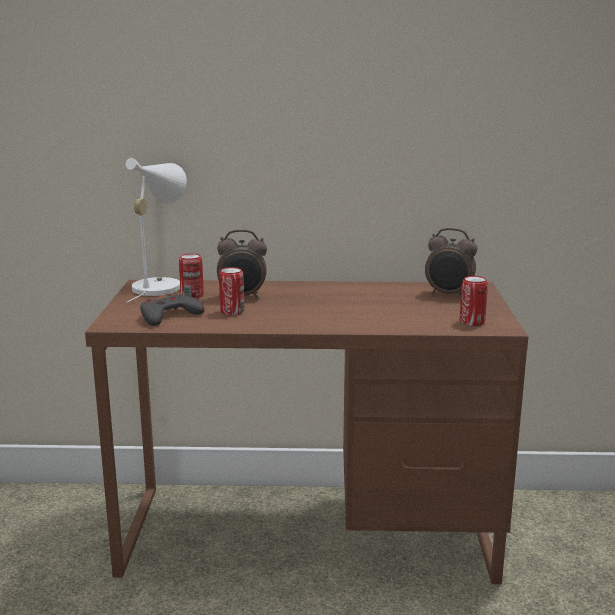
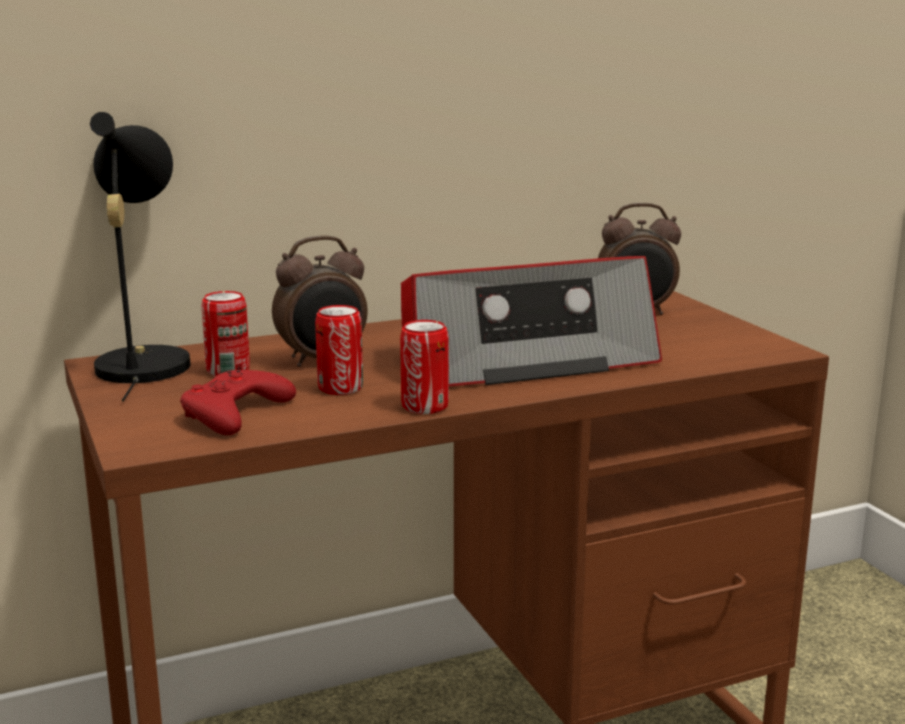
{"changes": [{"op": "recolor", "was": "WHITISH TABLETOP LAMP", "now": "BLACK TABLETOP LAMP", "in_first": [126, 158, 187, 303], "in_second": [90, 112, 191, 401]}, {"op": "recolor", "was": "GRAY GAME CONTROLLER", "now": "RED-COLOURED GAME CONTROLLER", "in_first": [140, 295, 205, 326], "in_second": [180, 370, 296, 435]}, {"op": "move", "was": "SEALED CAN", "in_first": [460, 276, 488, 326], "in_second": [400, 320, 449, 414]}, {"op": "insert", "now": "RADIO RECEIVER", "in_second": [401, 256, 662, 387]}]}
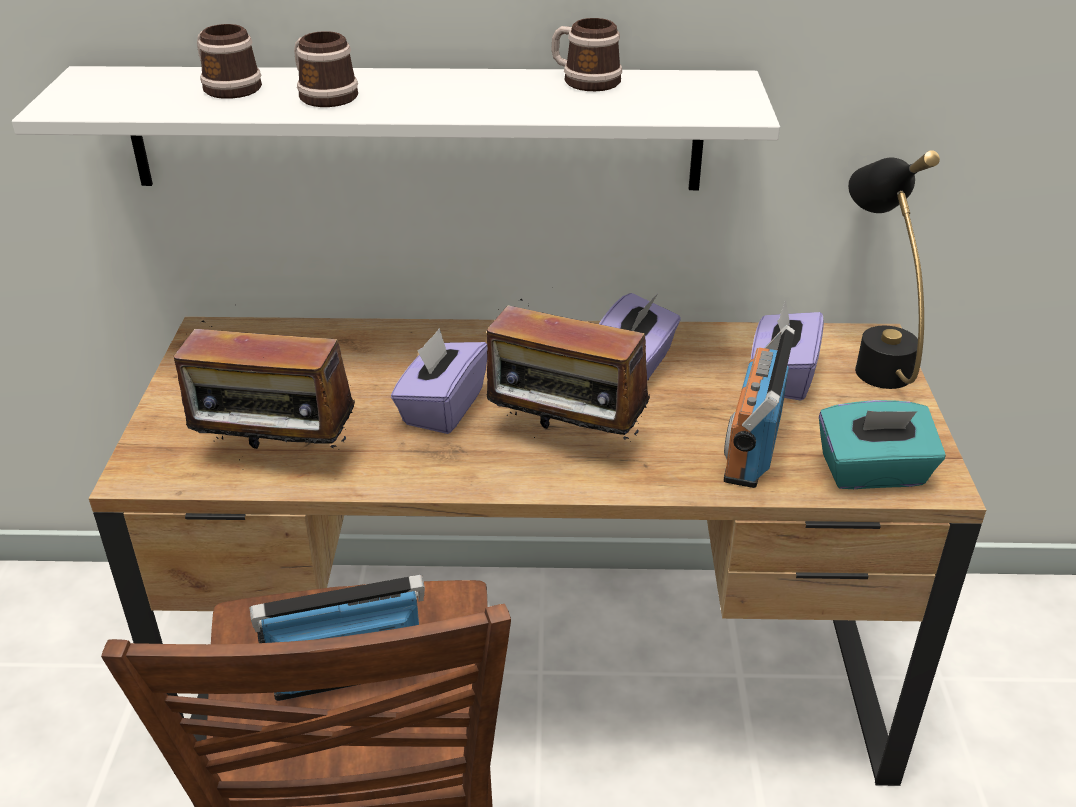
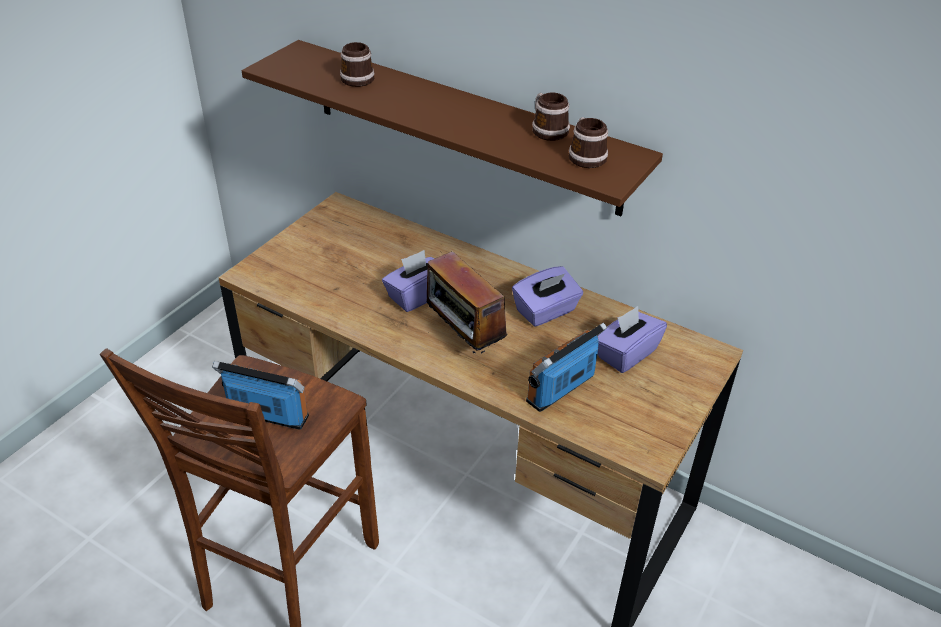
{"changes": [{"op": "recolor", "was": "WHITISH BRACKET SHELF", "now": "BROWN-COLOURED BRACKET SHELF", "in_first": [12, 66, 780, 190], "in_second": [242, 40, 663, 216]}, {"op": "delete", "was": "RADIO RECEIVER", "in_first": [174, 320, 355, 469]}, {"op": "move", "was": "MUG", "in_first": [294, 31, 358, 107], "in_second": [569, 117, 608, 168]}, {"op": "delete", "was": "TURQUOISE-COLOURED TISSUE HOLDER", "in_first": [819, 400, 946, 489]}, {"op": "delete", "was": "BLACK TABLETOP LAMP", "in_first": [848, 150, 940, 389]}]}
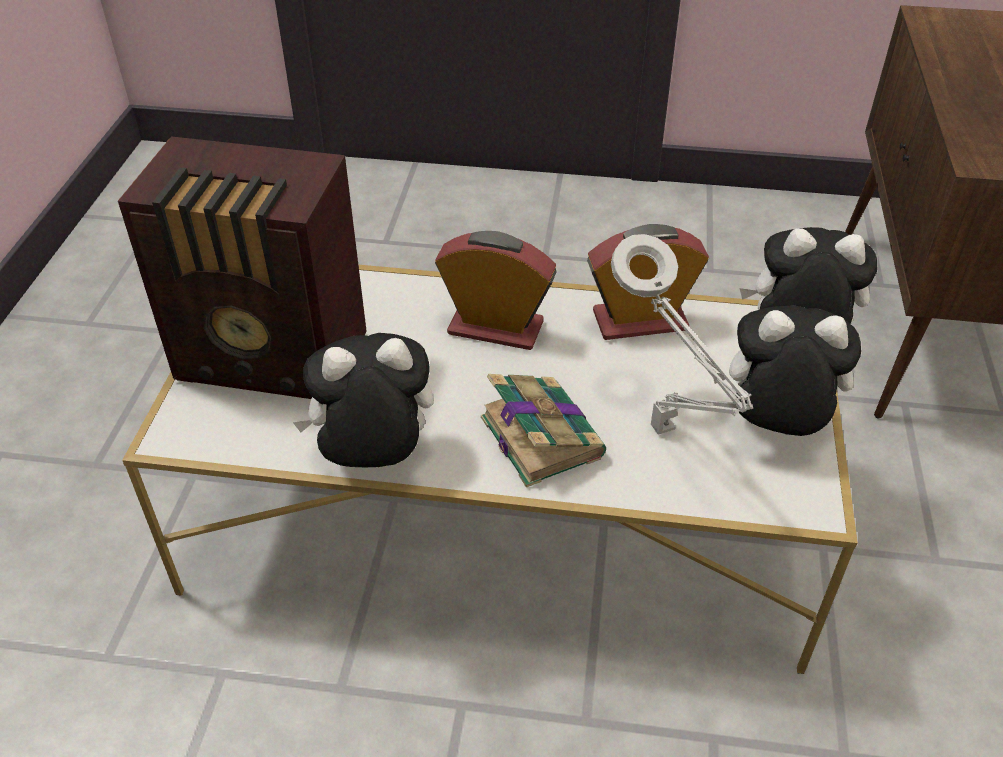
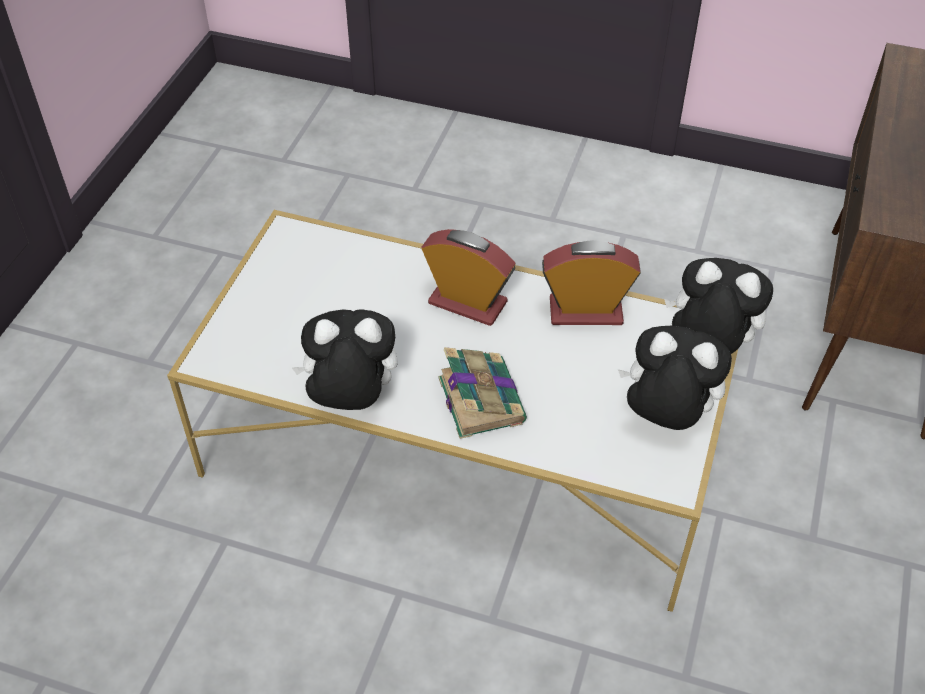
{"changes": [{"op": "delete", "was": "RADIO RECEIVER", "in_first": [118, 136, 366, 399]}, {"op": "delete", "was": "GRAY TABLETOP LAMP", "in_first": [611, 234, 753, 435]}]}
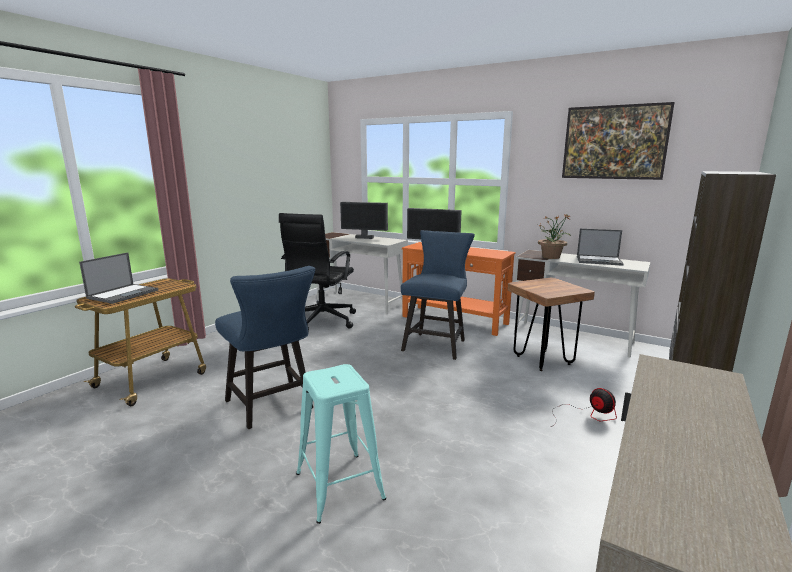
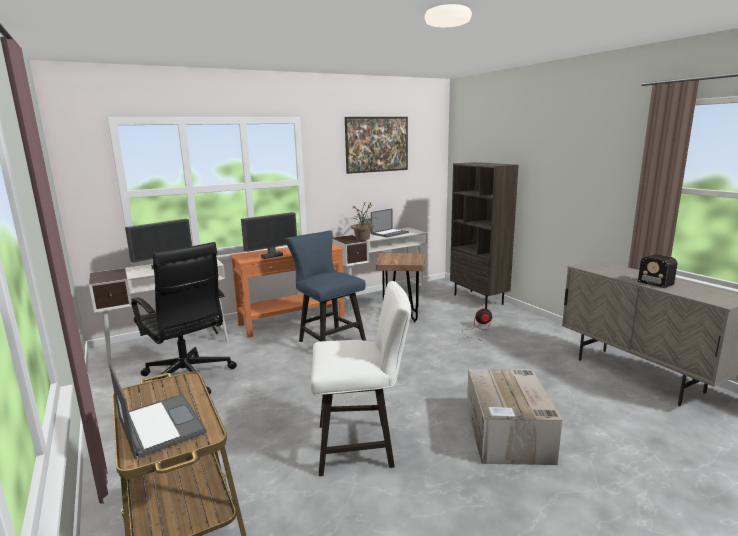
{"changes": [{"op": "recolor", "was": "BLUE-COLOURED PLAIN CHAIR", "now": "WHITISH PLAIN CHAIR", "in_first": [215, 266, 315, 429], "in_second": [310, 281, 411, 476]}, {"op": "replace", "was": "TURQUOISE-COLOURED STOOL SEAT", "now": "PACKING BOX", "in_first": [296, 364, 386, 524], "in_second": [467, 369, 562, 465]}, {"op": "insert", "now": "RADIO RECEIVER", "in_second": [626, 254, 677, 288]}]}
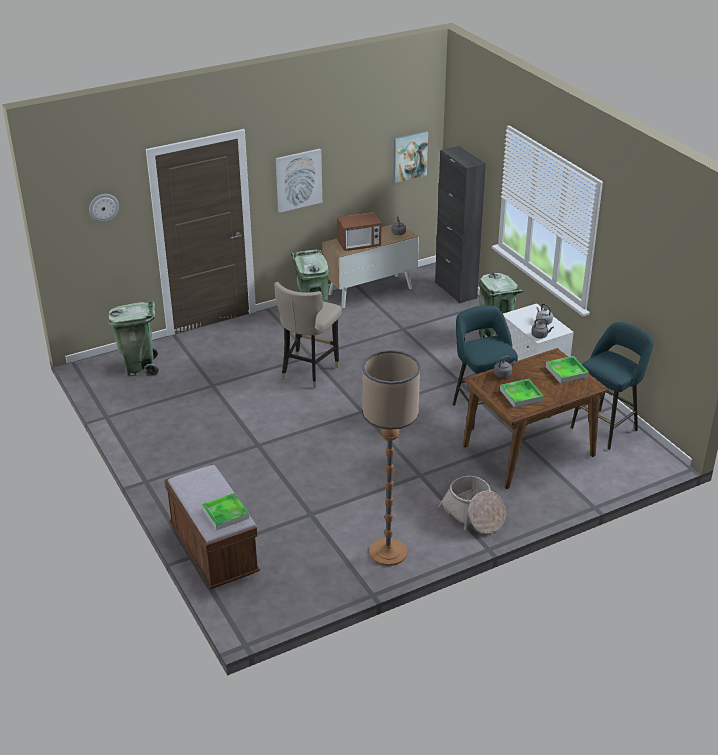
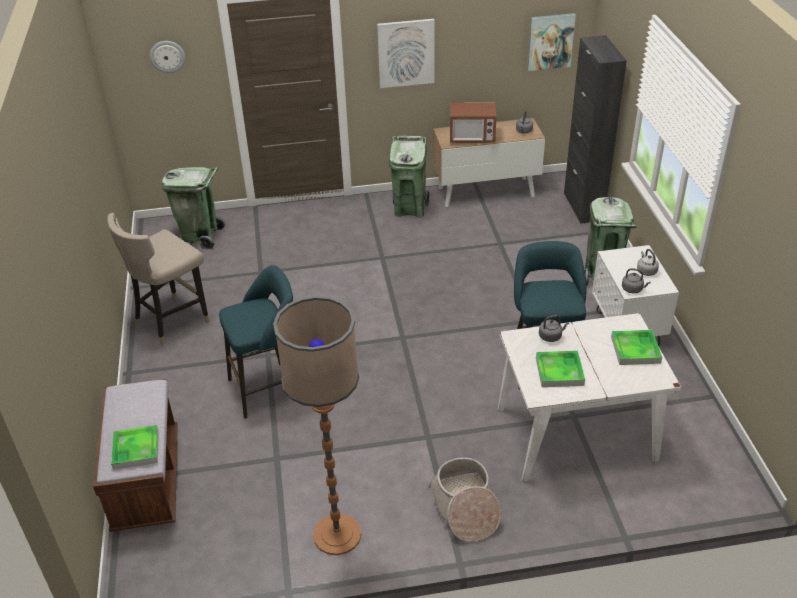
{"changes": [{"op": "move", "was": "BEIGE STOOL SEAT", "in_first": [274, 282, 342, 389], "in_second": [107, 213, 209, 346]}, {"op": "recolor", "was": "BROWN-COLOURED KITCHEN TABLE", "now": "WHITISH KITCHEN TABLE", "in_first": [463, 348, 609, 489], "in_second": [497, 313, 682, 482]}, {"op": "move", "was": "TURQUOISE-COLOURED STOOL SEAT", "in_first": [571, 322, 653, 450], "in_second": [219, 265, 293, 419]}]}
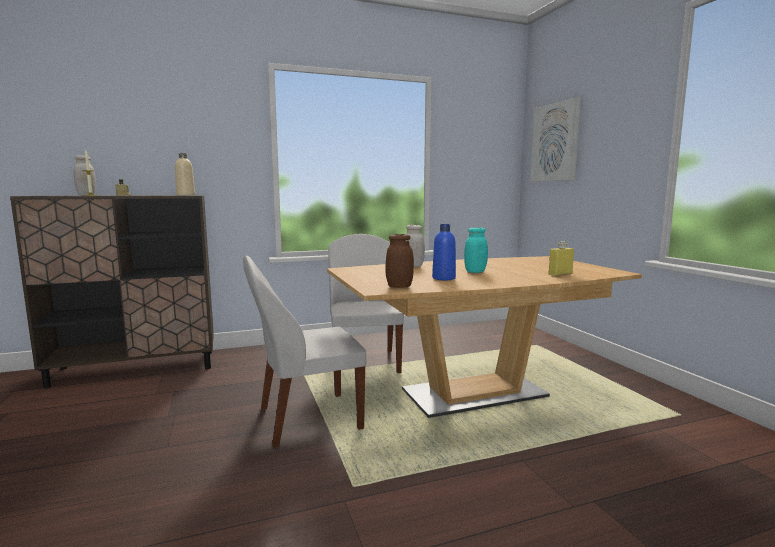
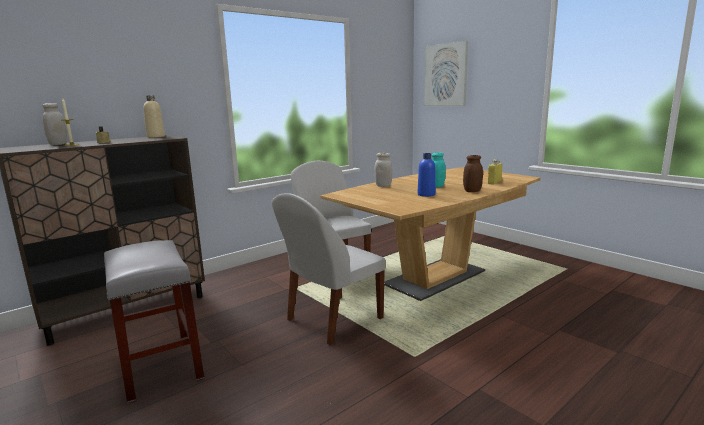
{"changes": [{"op": "move", "was": "BROWN-COLOURED JAR", "in_first": [385, 234, 414, 288], "in_second": [463, 155, 483, 192]}, {"op": "insert", "now": "GRAY STOOL SEAT", "in_second": [104, 240, 204, 403]}]}
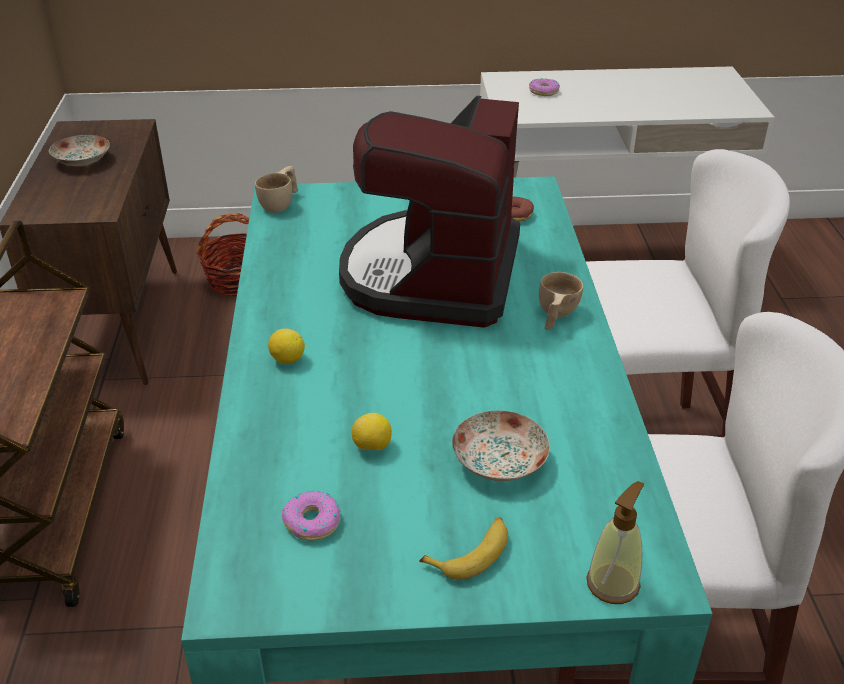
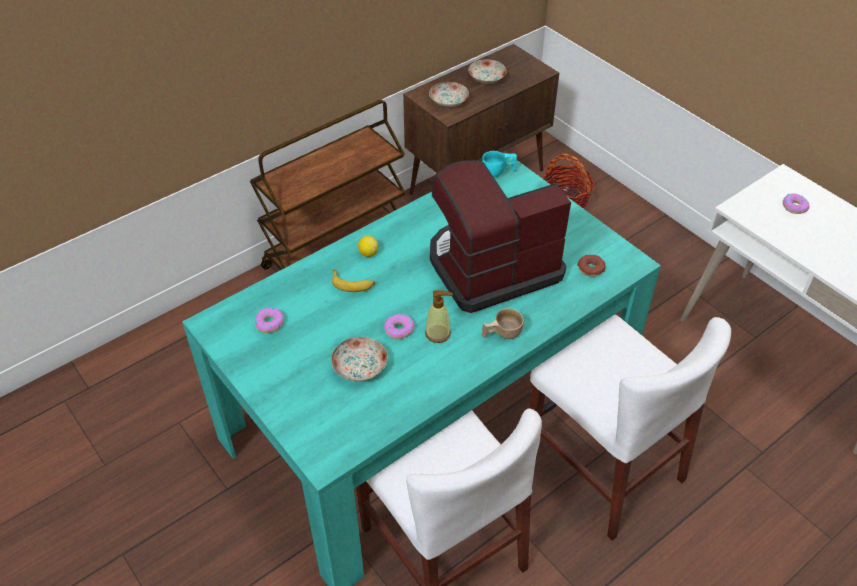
{"changes": [{"op": "recolor", "was": "BEIGE DRINKING CUP", "now": "TURQUOISE-COLOURED DRINKING CUP", "in_first": [255, 166, 298, 213], "in_second": [482, 151, 517, 178]}, {"op": "delete", "was": "WHOLE LEMON", "in_first": [352, 413, 392, 450]}, {"op": "move", "was": "BANANA FRUIT", "in_first": [420, 517, 508, 580], "in_second": [332, 270, 375, 292]}, {"op": "move", "was": "LIQUID SOAP BOTTLE", "in_first": [586, 481, 644, 604], "in_second": [425, 290, 453, 343]}, {"op": "insert", "now": "RING DOUGHNUT", "in_second": [384, 314, 414, 339]}, {"op": "insert", "now": "PLATE", "in_second": [429, 82, 469, 107]}]}
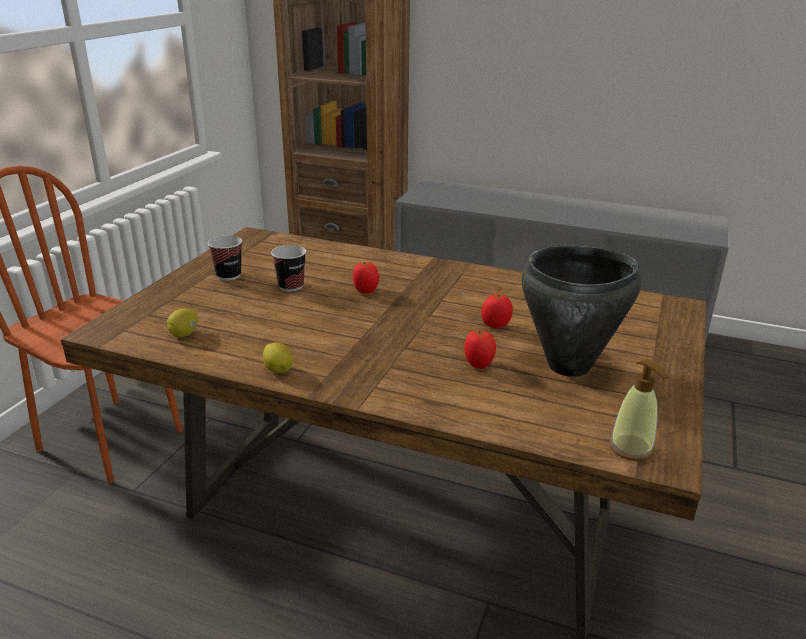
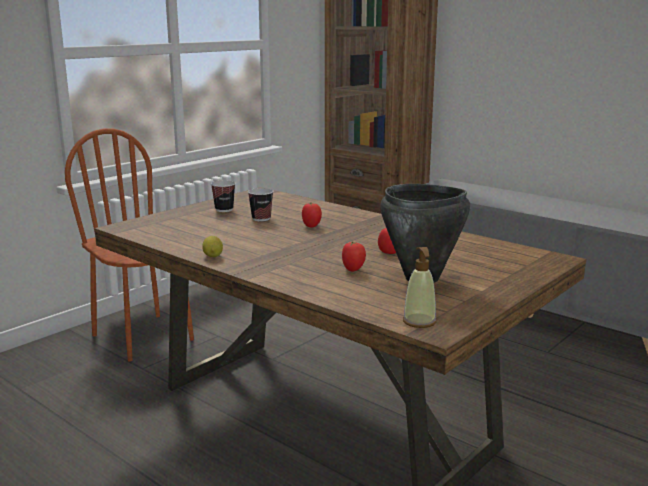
{"changes": [{"op": "delete", "was": "WHOLE LEMON", "in_first": [167, 309, 198, 337]}]}
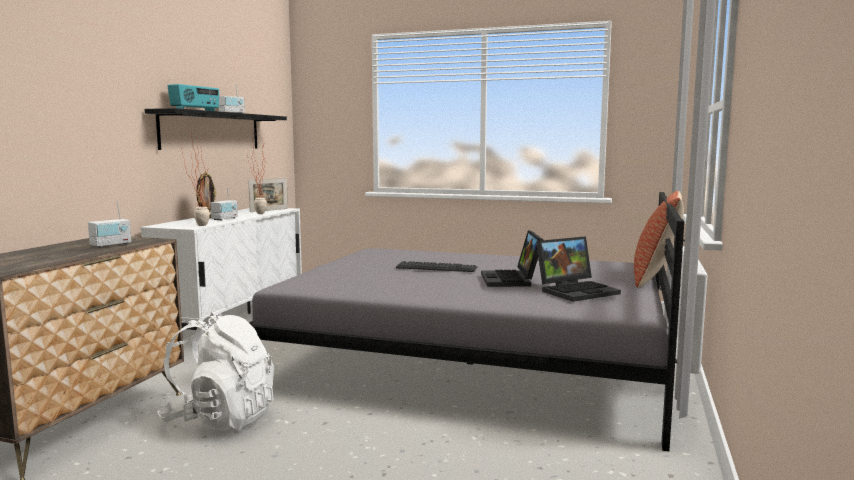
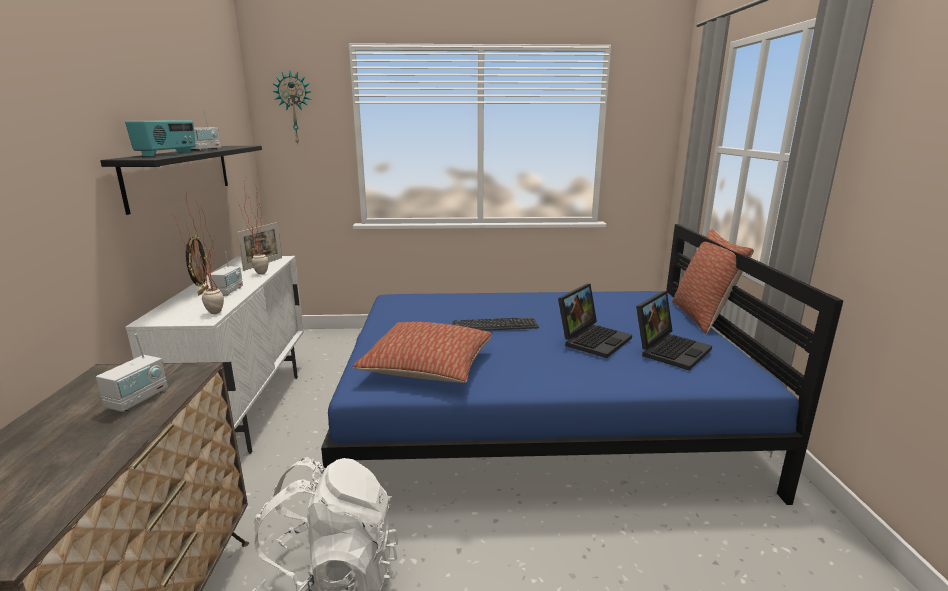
{"changes": [{"op": "recolor", "was": "GRAY BED", "now": "BLUE-COLOURED BED", "in_first": [249, 192, 685, 451], "in_second": [321, 224, 844, 505]}, {"op": "rotate", "was": "PORTABLE COMPUTER", "in_first": [481, 230, 543, 287], "in_second": [558, 284, 632, 358], "clockwise": -120}, {"op": "insert", "now": "HANGING CLOCK", "in_second": [272, 71, 312, 144]}, {"op": "insert", "now": "THROW PILLOW", "in_second": [353, 322, 492, 383]}]}
